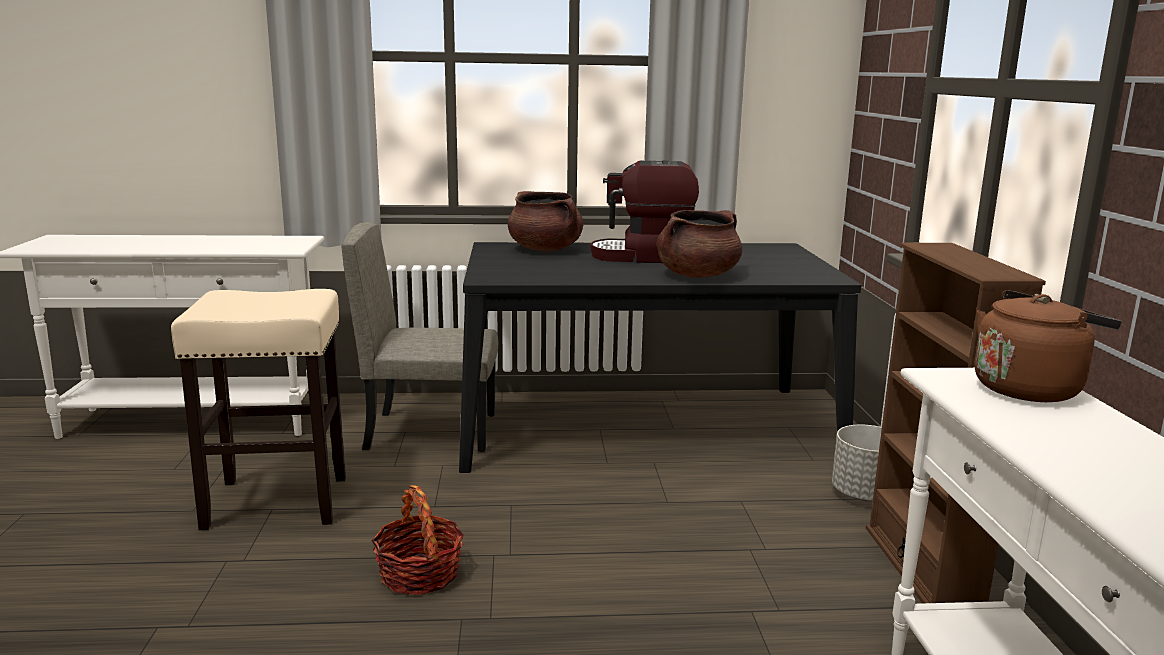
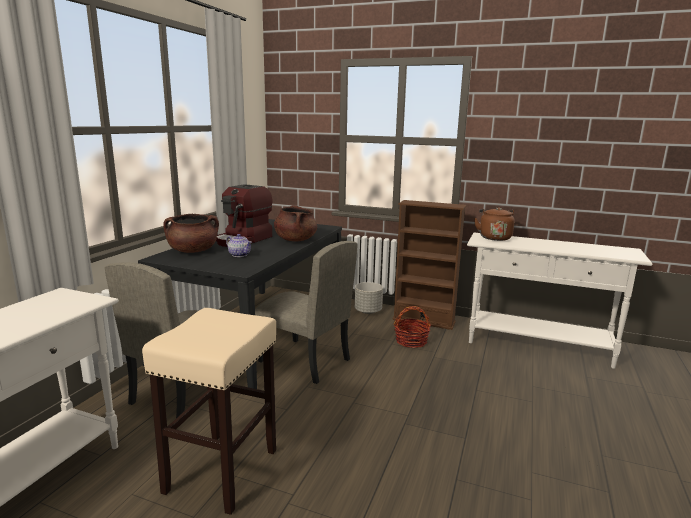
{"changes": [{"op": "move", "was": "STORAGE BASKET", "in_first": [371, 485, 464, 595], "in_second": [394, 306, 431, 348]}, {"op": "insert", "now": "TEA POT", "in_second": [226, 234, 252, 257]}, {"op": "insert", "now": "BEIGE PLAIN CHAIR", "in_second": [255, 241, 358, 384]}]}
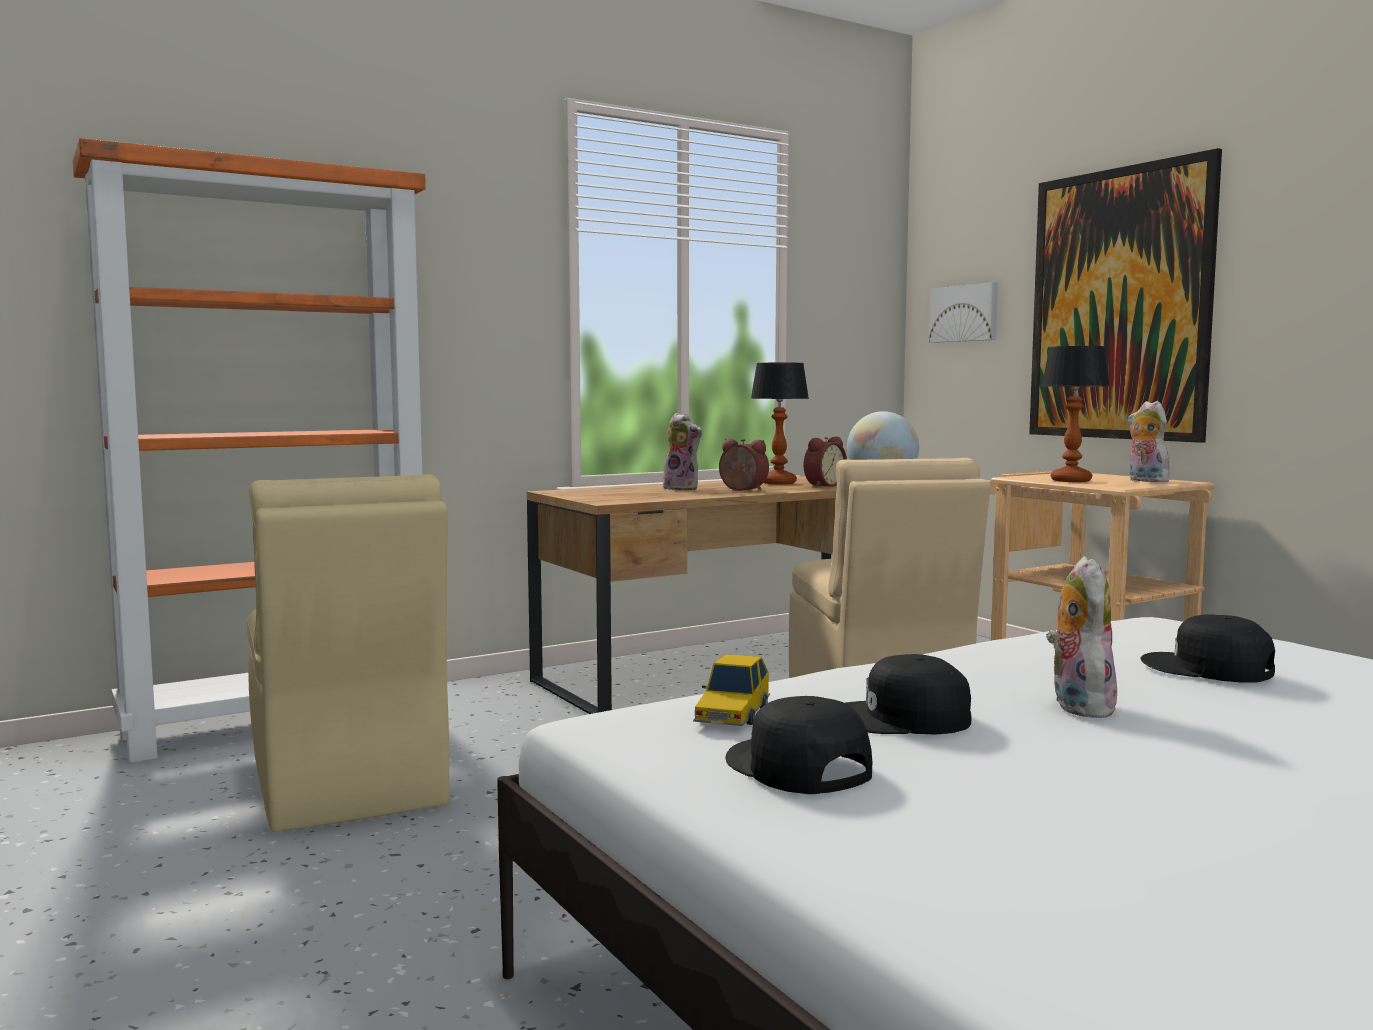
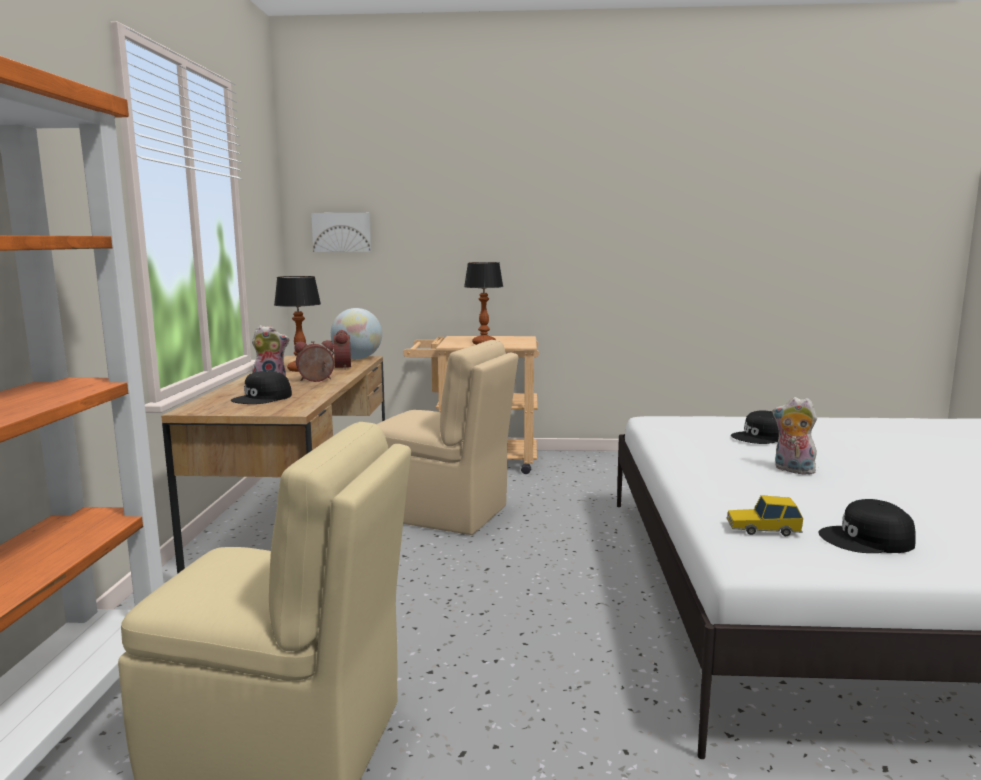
{"changes": [{"op": "rotate", "was": "TOY CAR", "in_first": [693, 654, 770, 726], "in_second": [727, 495, 803, 536], "clockwise": 135}, {"op": "move", "was": "BLACK PEAKED CAP", "in_first": [846, 654, 971, 735], "in_second": [231, 371, 292, 404]}, {"op": "delete", "was": "WALL PICTURE", "in_first": [1029, 148, 1222, 443]}, {"op": "delete", "was": "CUDDLY TOY", "in_first": [1127, 401, 1171, 482]}]}
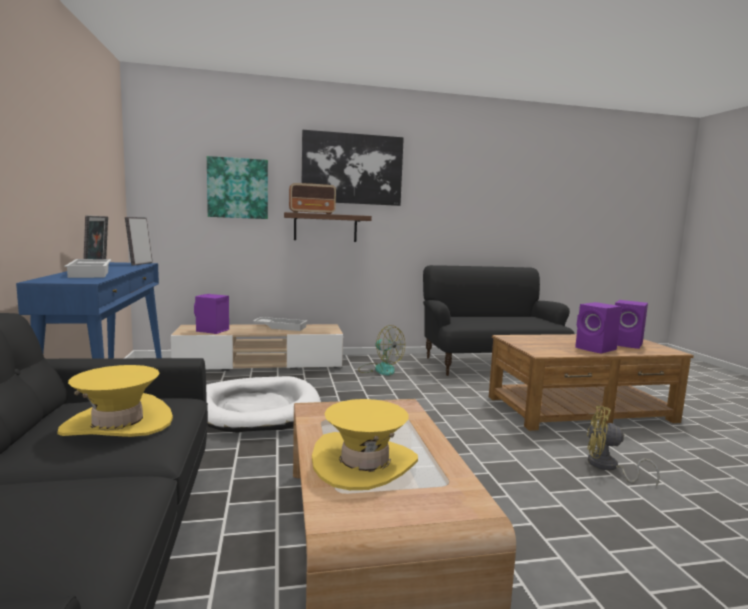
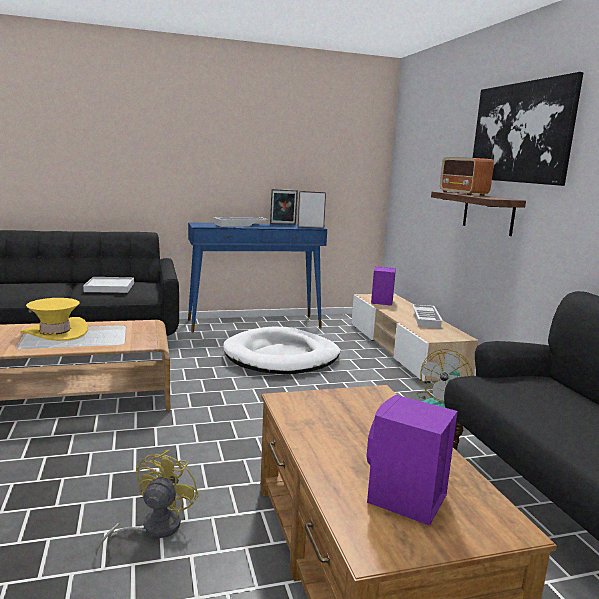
{"changes": [{"op": "replace", "was": "YELLOW WEARABLE HAT", "now": "WHITISH CARRYING TRAY", "in_first": [58, 365, 173, 437], "in_second": [83, 277, 134, 293]}, {"op": "delete", "was": "WALL PICTURE", "in_first": [207, 156, 268, 219]}, {"op": "delete", "was": "PURPLE SPEAKER", "in_first": [575, 302, 622, 354]}]}
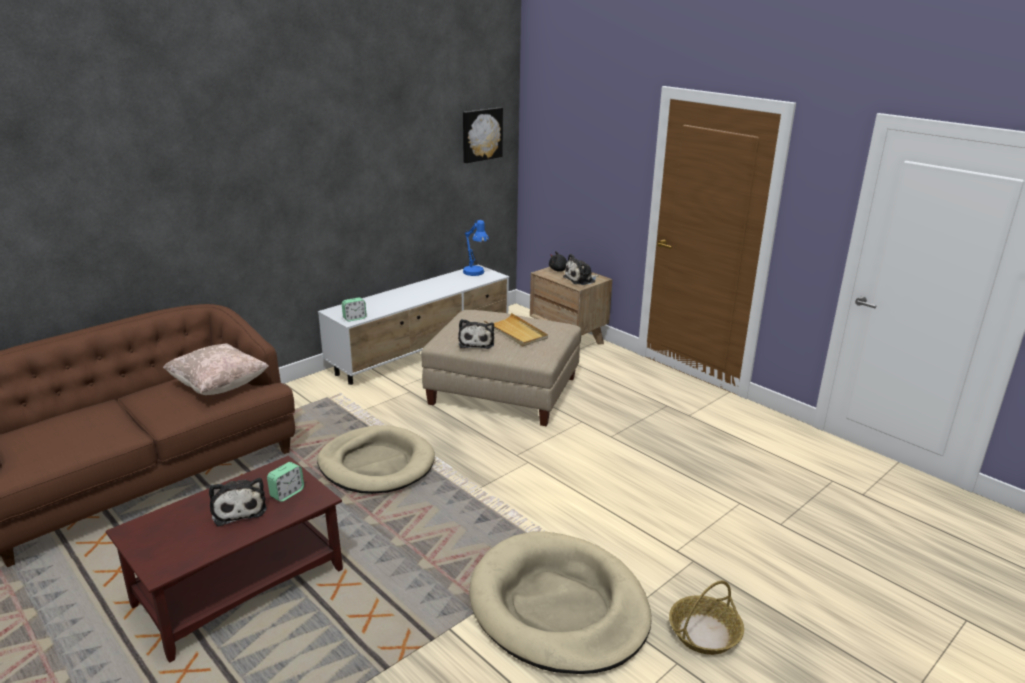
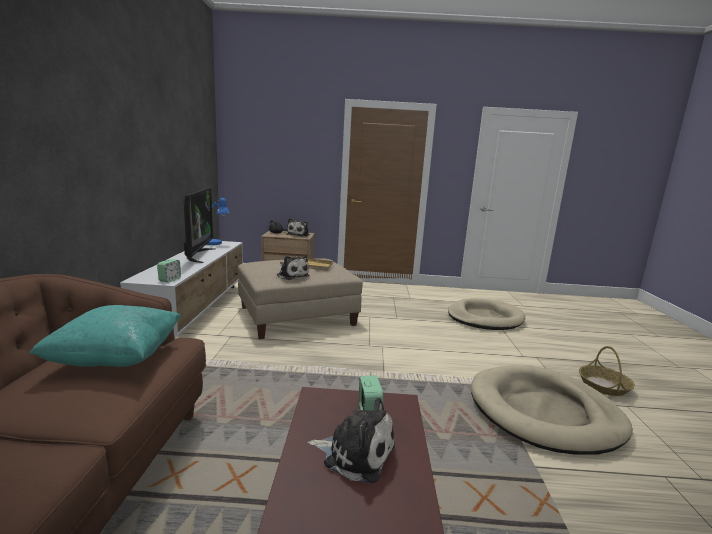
{"changes": [{"op": "recolor", "was": "BEIGE THROW PILLOW", "now": "TURQUOISE-COLOURED THROW PILLOW", "in_first": [163, 344, 269, 395], "in_second": [29, 305, 181, 367]}, {"op": "move", "was": "BEIGE PET BED", "in_first": [317, 425, 435, 494], "in_second": [448, 298, 525, 330]}, {"op": "delete", "was": "WALL PICTURE", "in_first": [463, 107, 503, 163]}, {"op": "insert", "now": "TV", "in_second": [184, 188, 215, 263]}]}
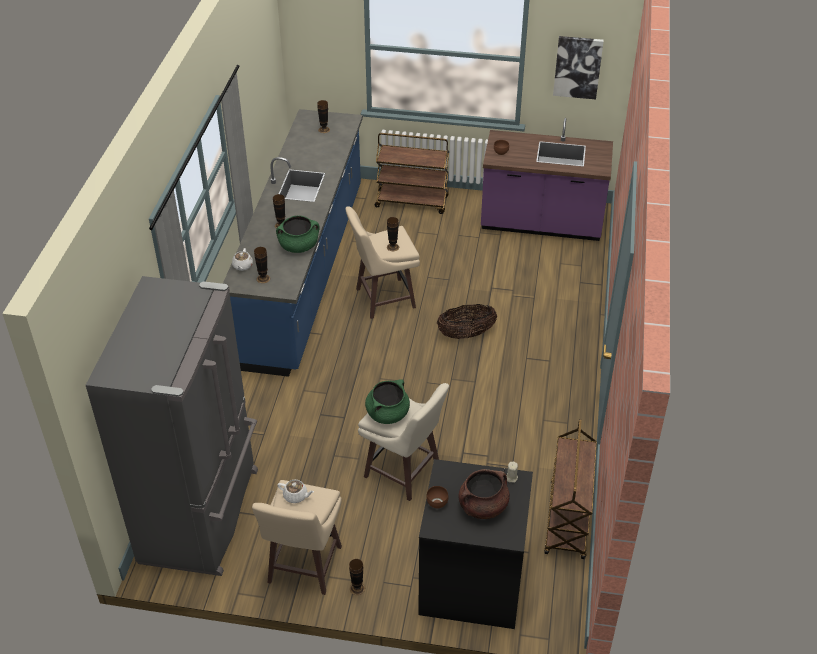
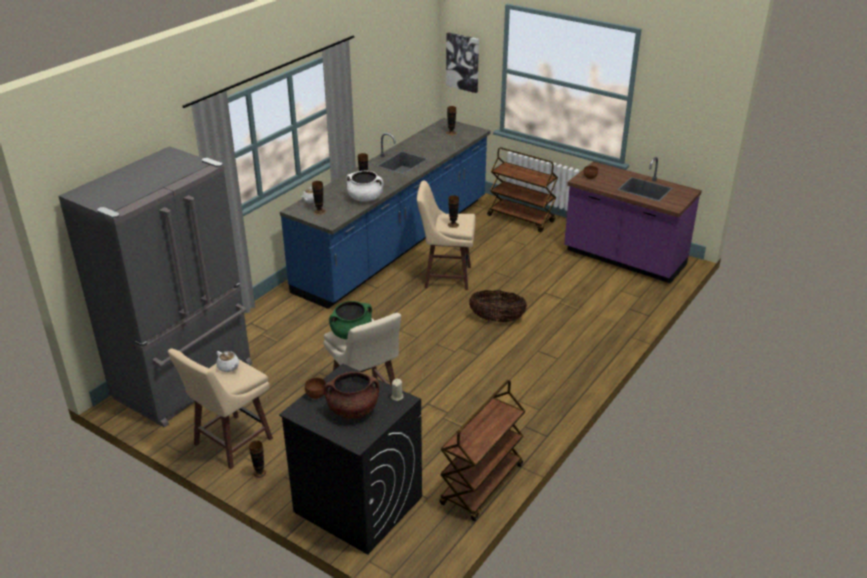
{"changes": [{"op": "recolor", "was": "GREEN-COLOURED SAUCEPOT", "now": "WHITISH SAUCEPOT", "in_first": [276, 215, 320, 253], "in_second": [346, 170, 384, 202]}, {"op": "move", "was": "WALL PICTURE", "in_first": [553, 36, 604, 99], "in_second": [446, 32, 479, 93]}]}
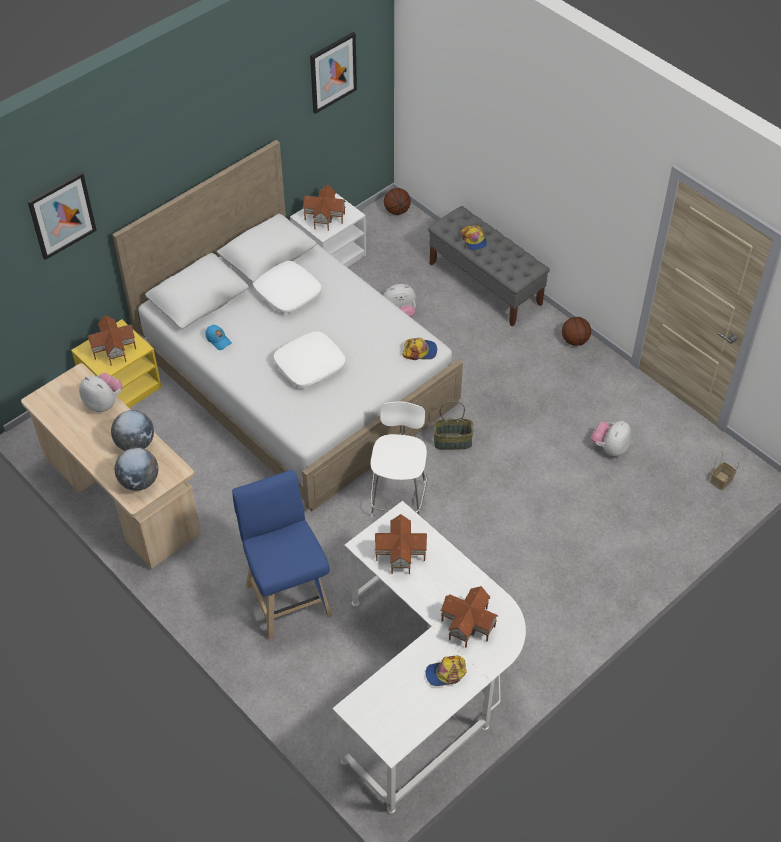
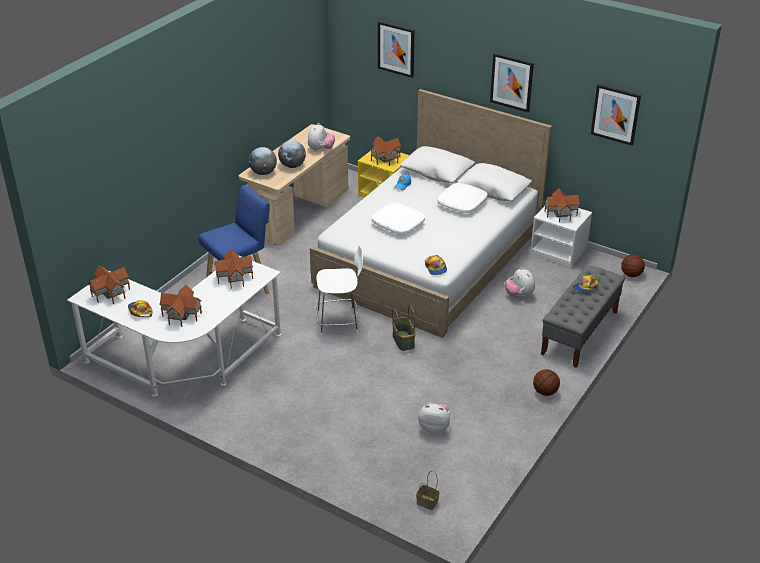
{"changes": [{"op": "insert", "now": "MINIATURE HOUSE", "in_second": [88, 266, 130, 304]}, {"op": "insert", "now": "WALL PICTURE", "in_second": [490, 53, 534, 112]}]}
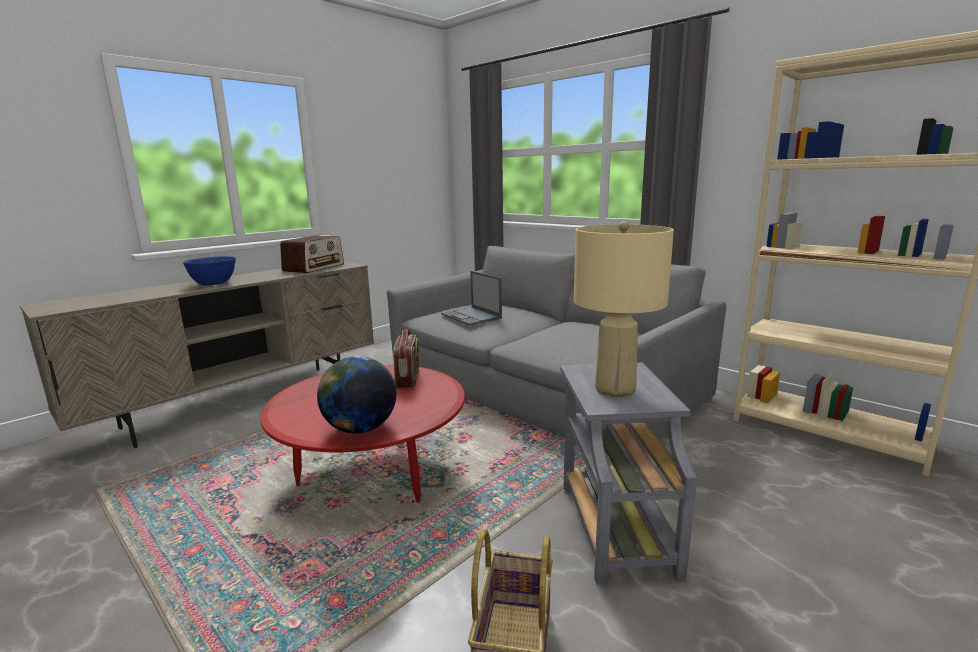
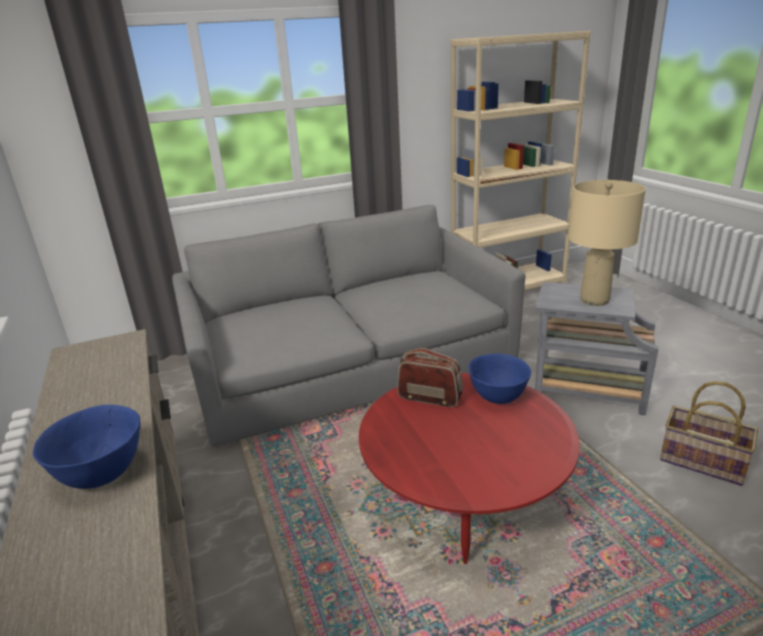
{"changes": [{"op": "delete", "was": "RADIO RECEIVER", "in_first": [280, 236, 344, 273]}, {"op": "delete", "was": "WORLD GLOBE", "in_first": [317, 356, 396, 434]}, {"op": "delete", "was": "PORTABLE COMPUTER", "in_first": [441, 271, 502, 325]}, {"op": "insert", "now": "BLUE-COLOURED SERVING BOWL", "in_second": [468, 354, 531, 404]}]}
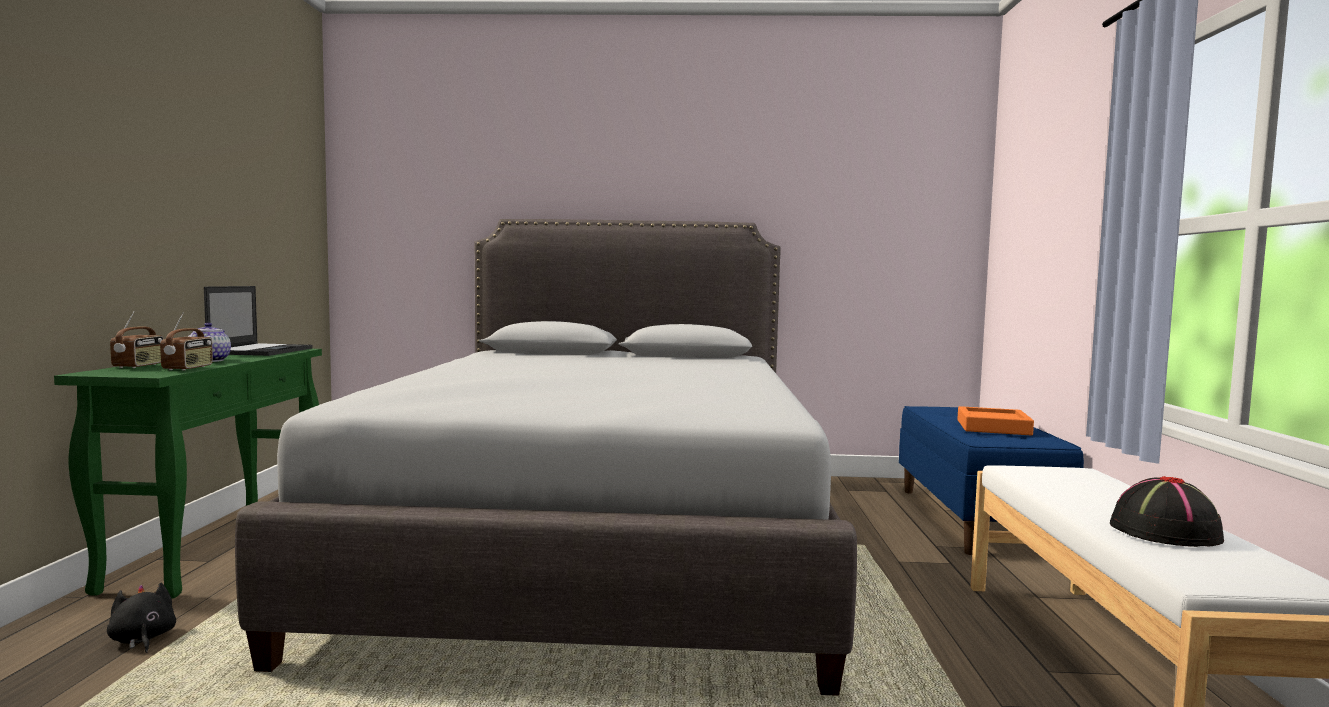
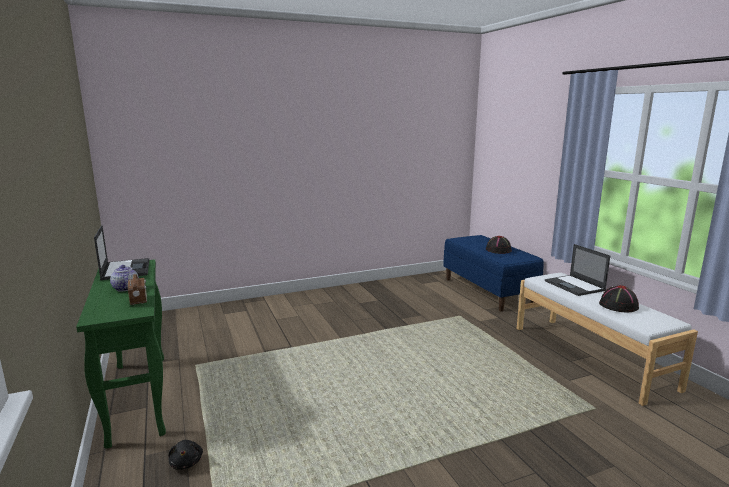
{"changes": [{"op": "rotate", "was": "BLACK CUDDLY TOY", "in_first": [107, 583, 176, 653], "in_second": [168, 440, 203, 470], "clockwise": -135}, {"op": "delete", "was": "RADIO RECEIVER", "in_first": [110, 311, 164, 368]}, {"op": "delete", "was": "GRAY BED", "in_first": [235, 219, 857, 696]}, {"op": "replace", "was": "ORANGEY CARRYING TRAY", "now": "BLACK WEARABLE HAT", "in_first": [957, 406, 1034, 435], "in_second": [486, 236, 512, 254]}, {"op": "insert", "now": "PORTABLE COMPUTER", "in_second": [545, 244, 610, 296]}]}
